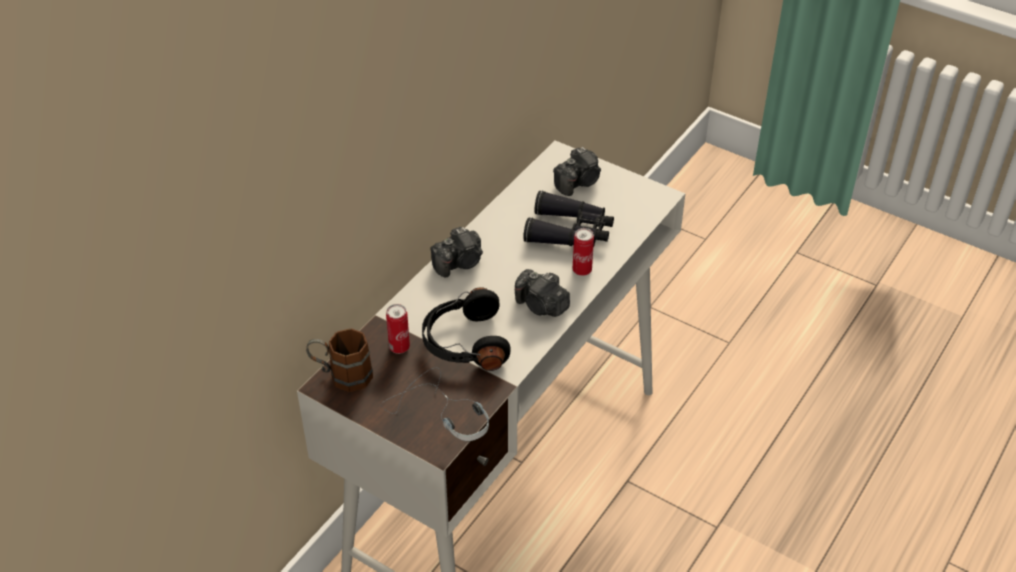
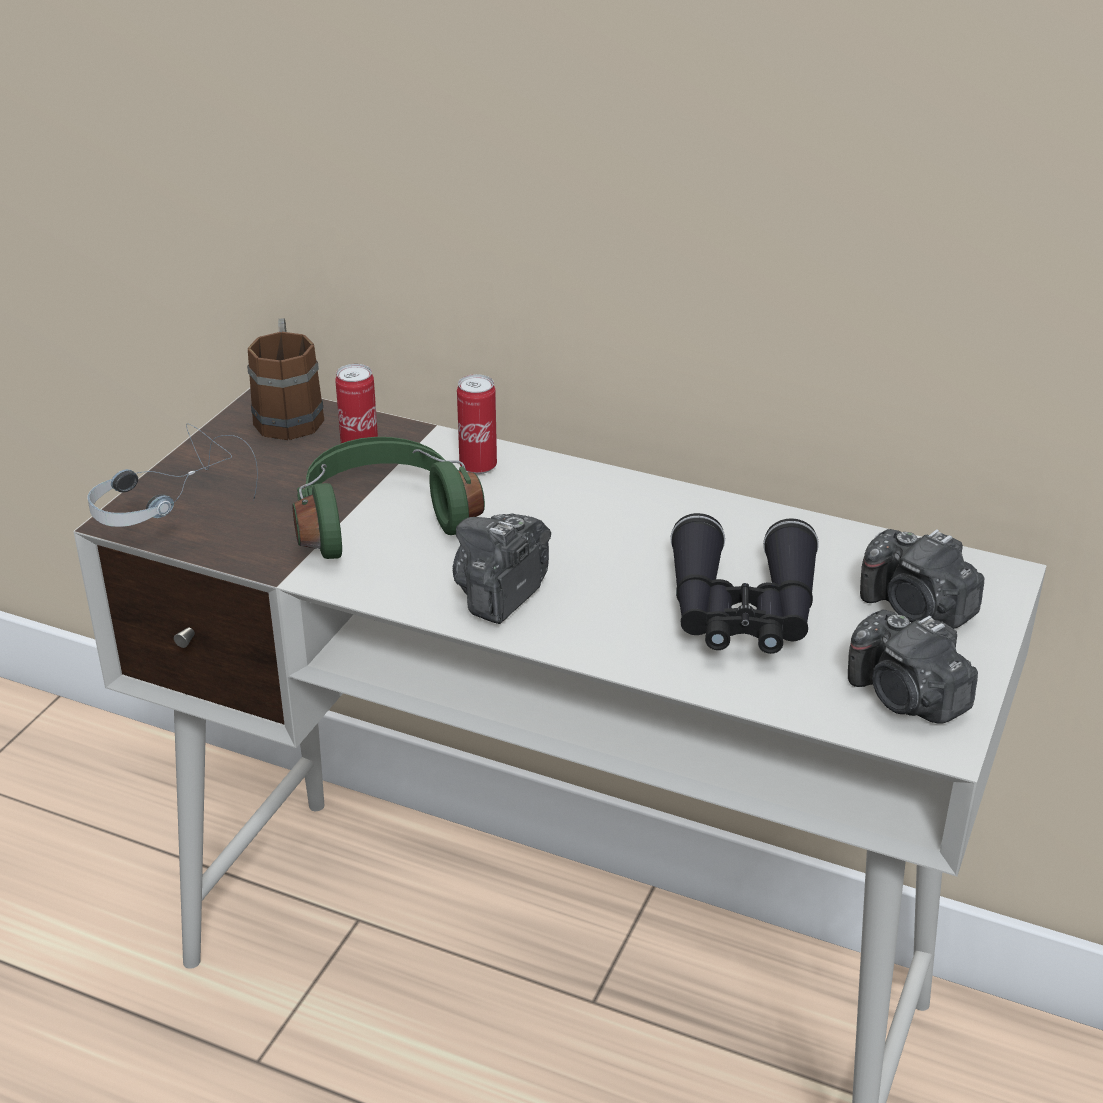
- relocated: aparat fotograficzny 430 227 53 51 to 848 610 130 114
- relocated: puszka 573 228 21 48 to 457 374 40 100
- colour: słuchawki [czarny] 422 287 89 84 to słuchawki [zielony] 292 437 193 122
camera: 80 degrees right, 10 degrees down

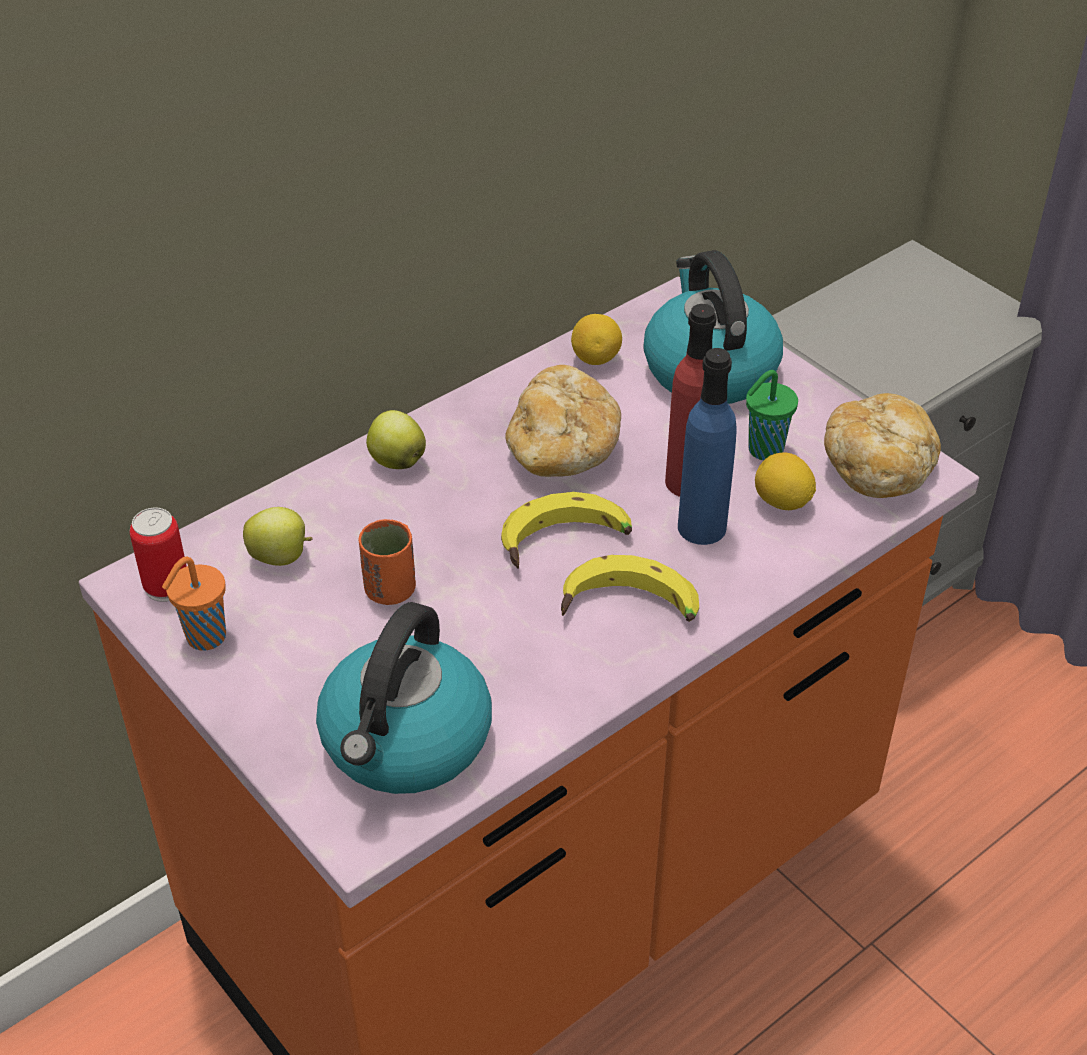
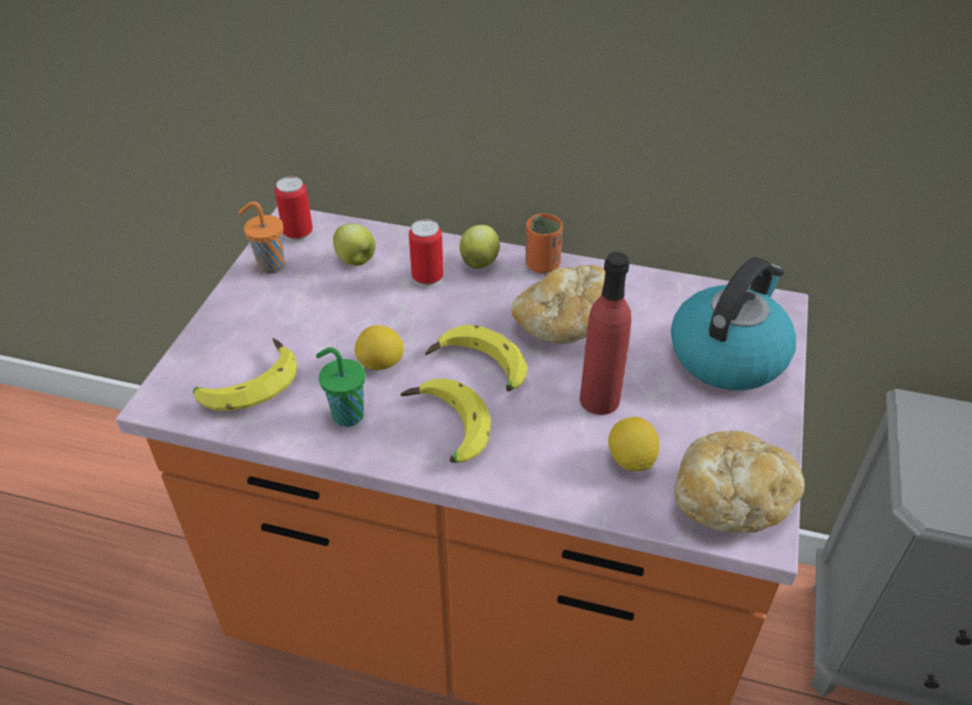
- relocated: cytryna 571 314 51 51 to 355 325 49 45
- missing: butelka [niebieski] 678 348 59 197
- relocated: filiżanka [zielony] 746 370 52 90 to 316 347 49 80
- relocated: filiżanka [pomarańczowy] 359 519 57 86 to 526 214 37 59
- exchanged: czajnik 316 602 176 192 to banan 193 338 104 72
- appeared: puszka 409 219 35 69
camera: 55 degrees right, 0 degrees up

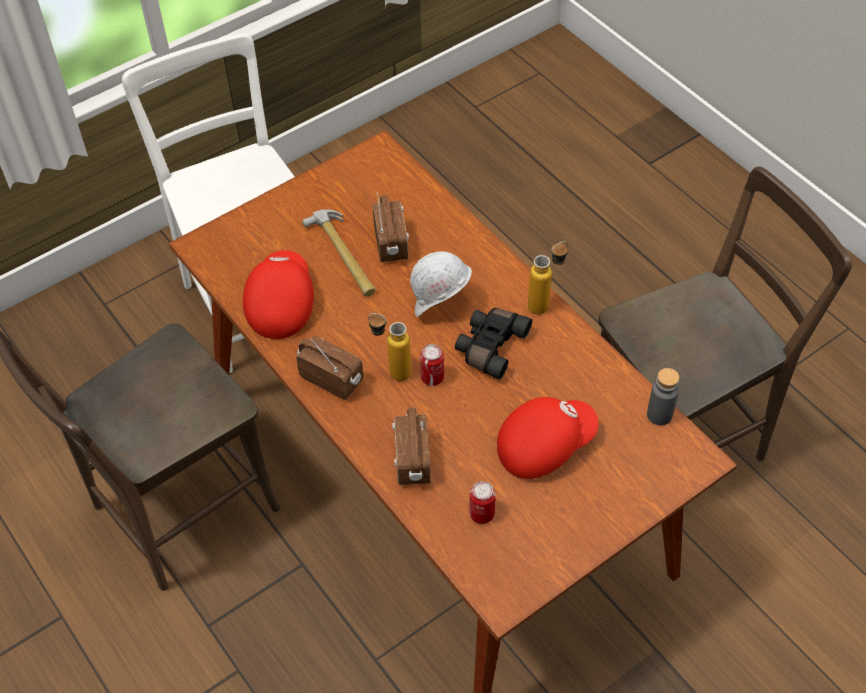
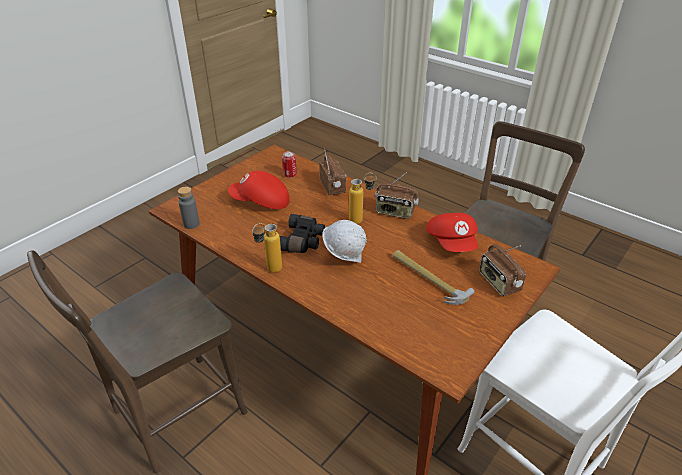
- relocated: radio 372 192 37 70 to 479 244 47 52
- missing: puszka 420 344 24 42
- spun: czapka z daszkiem [czerwony] 497 397 101 82 = 228 170 61 39 45 degrees clockwise
camera: 165 degrees right, 15 degrees down

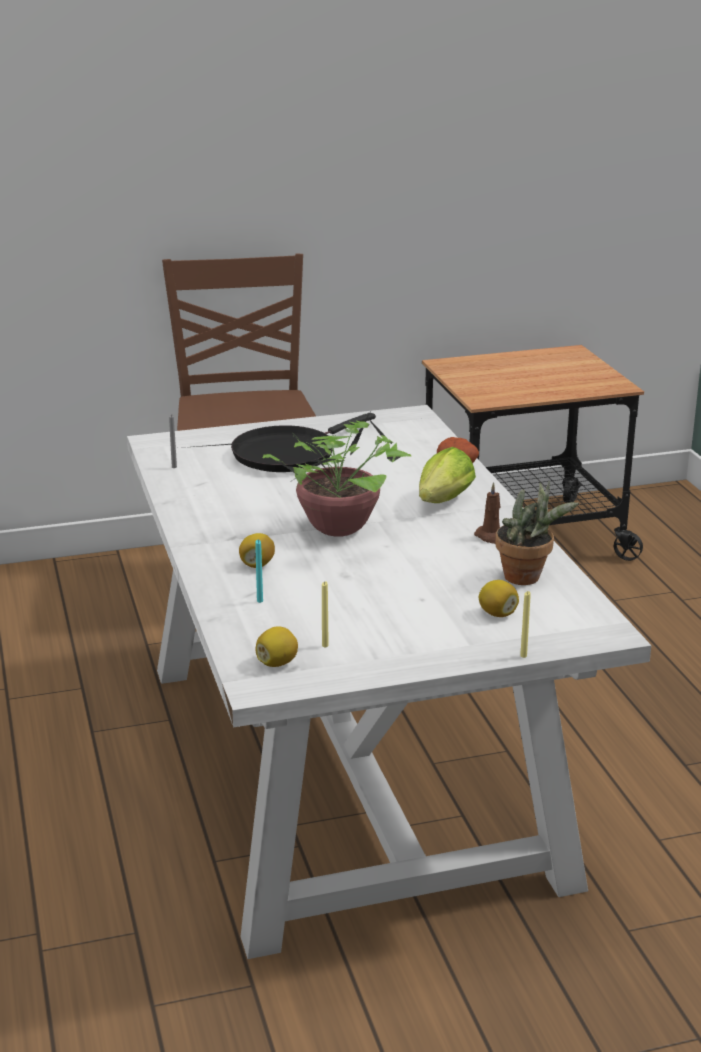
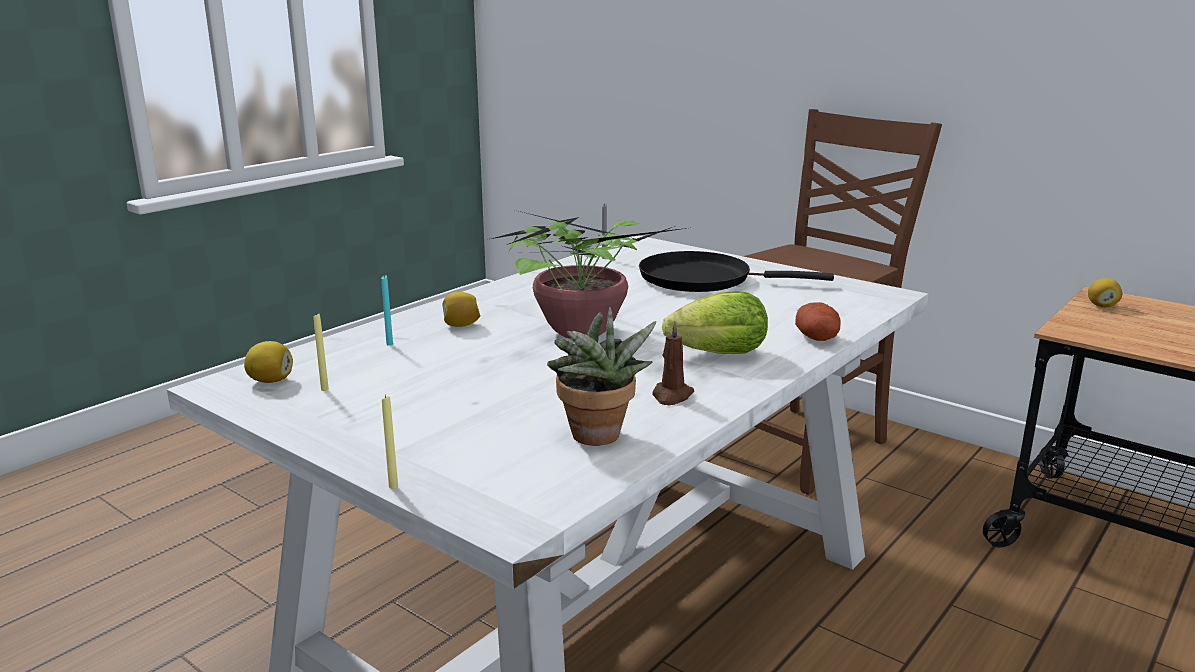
- relocated: cytryna 479 580 40 37 to 1088 278 34 30
camera: 55 degrees right, 5 degrees down

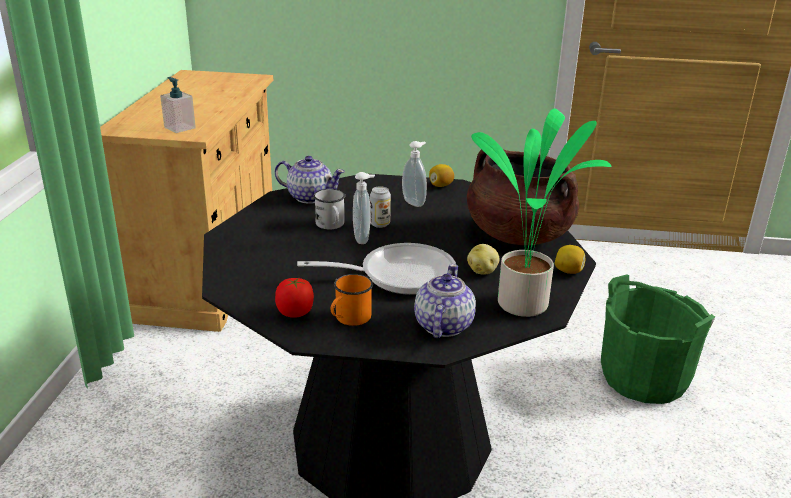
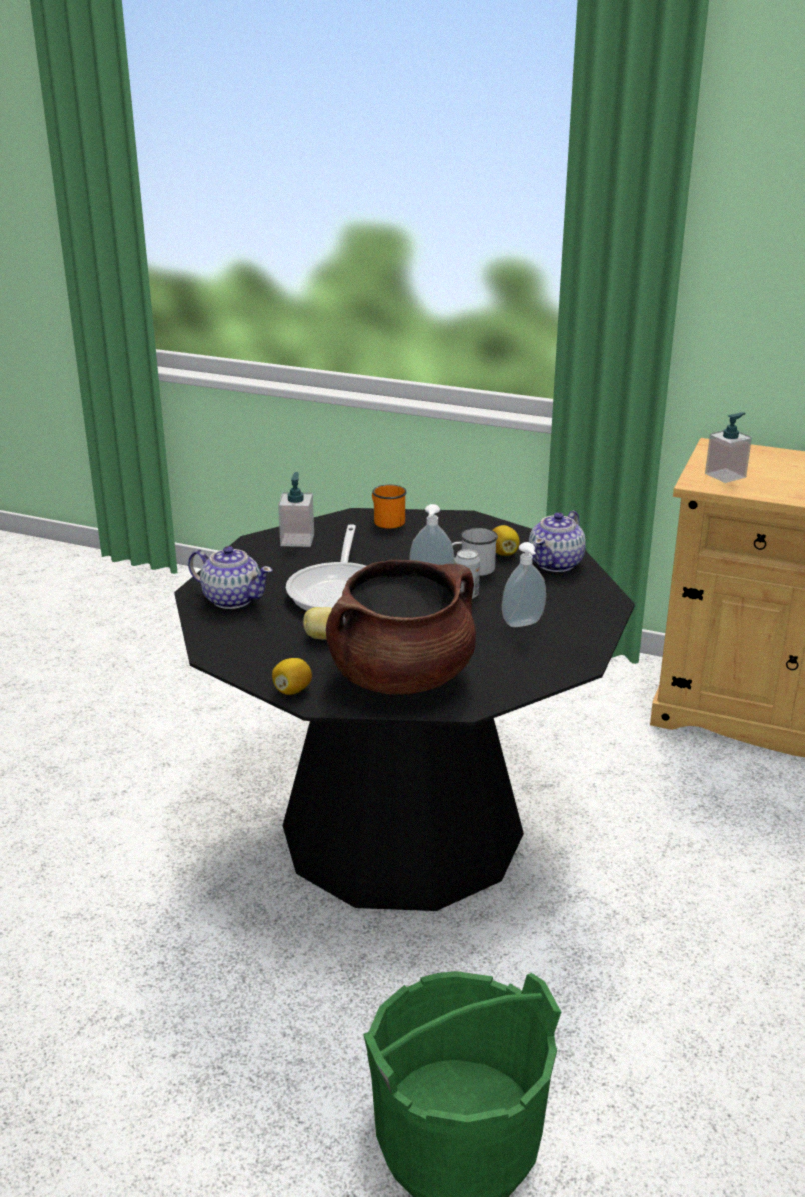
- missing: roślina doniczkowa 471 108 141 209
- relocated: cytryna 429 164 25 23 to 493 525 27 31
- relocated: kubek [pomarańczowy] 330 274 43 52 to 372 484 35 45
- exchanged: pomidor 275 278 39 40 to dozownik mydła 278 472 36 75
camera: 105 degrees right, 0 degrees up

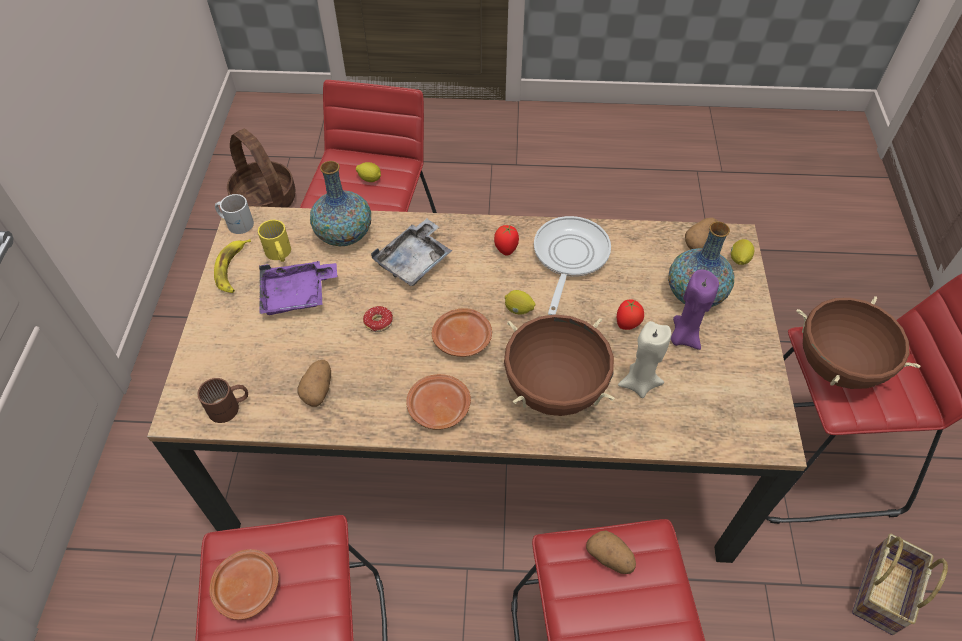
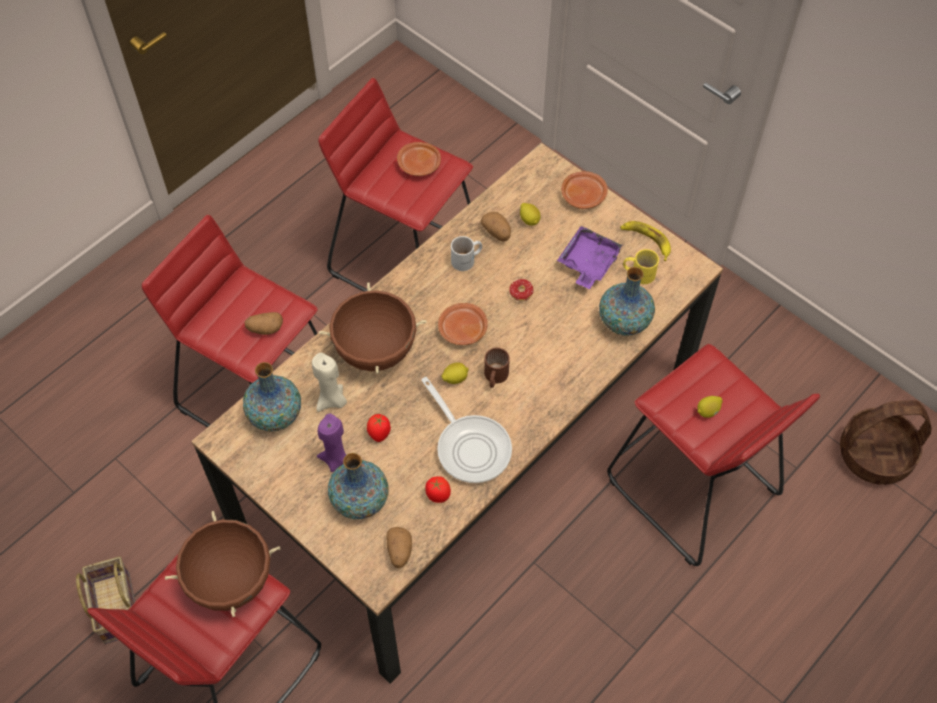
- relocated: kubek [biały] 215 194 39 40 to 451 236 31 35
- missing: taca [szary] 371 219 81 67
- relocated: pomidor 494 225 25 31 to 425 476 26 27
- relocated: cytryna 731 239 23 26 to 520 203 21 23
- relocated: talerz [brązowy] 406 374 65 56 to 561 171 47 38
- relocated: kubek [brązowy] 197 378 51 45 to 484 348 26 40
- appeared: wazon 243 362 58 69
camera: 130 degrees right, 5 degrees up

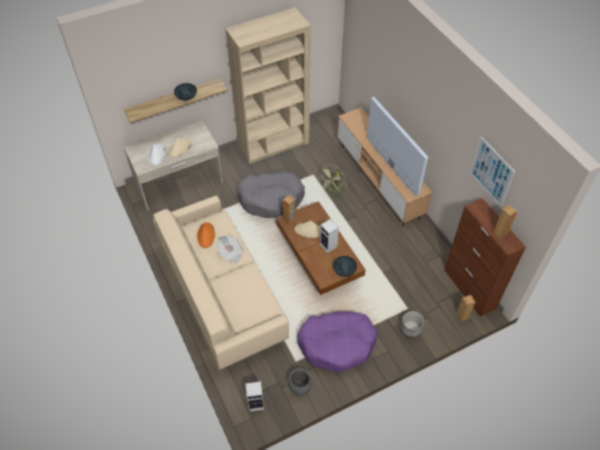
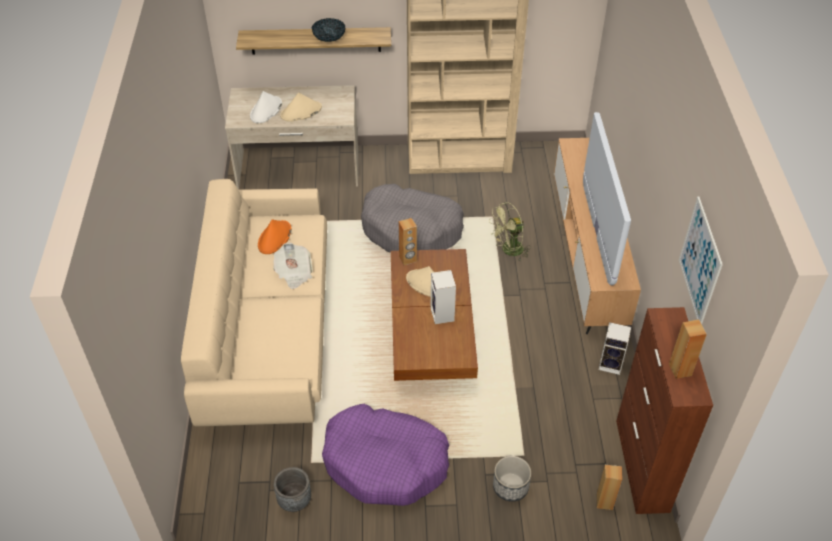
- missing: miska 333 256 24 21
- relocated: głośnik 245 381 19 31 to 599 322 32 53
camera: 25 degrees right, 5 degrees down

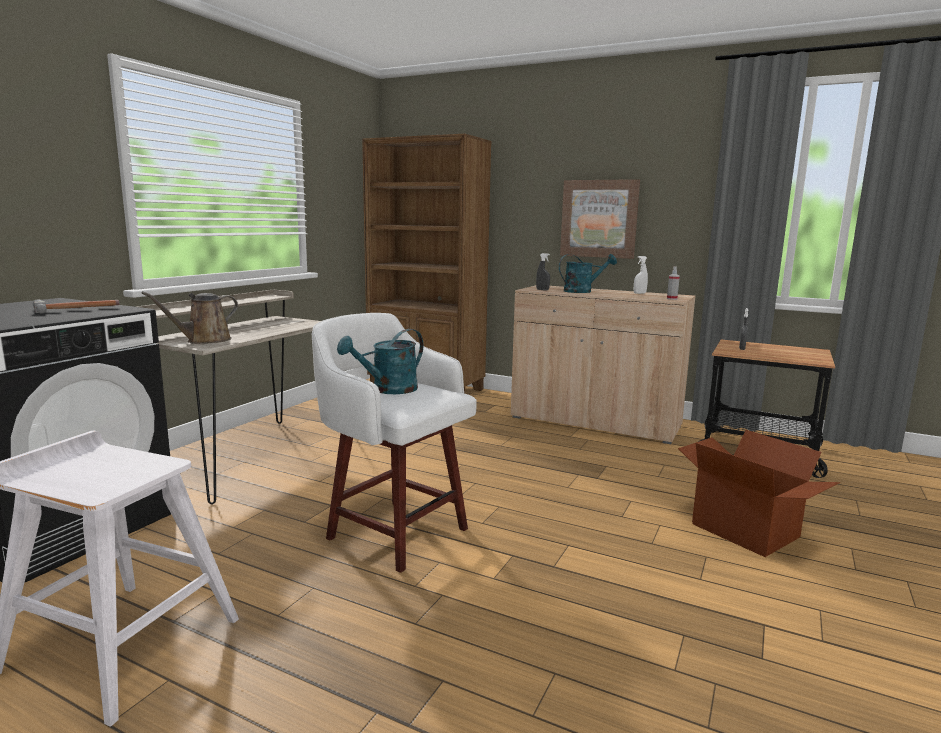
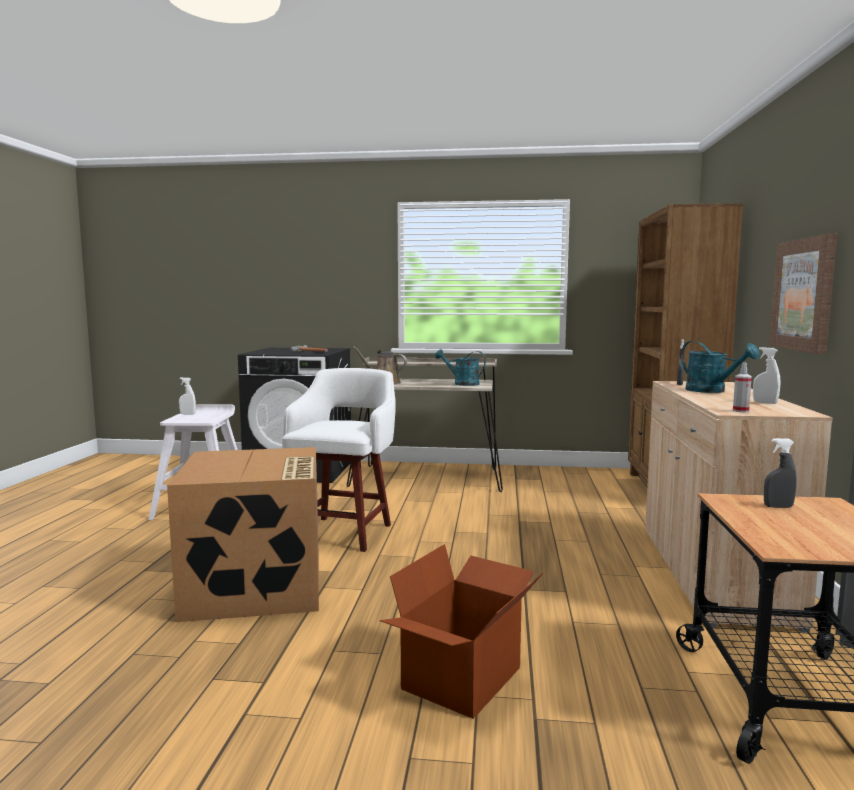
- relocated: konewka [turkusowy] 337 329 86 65 to 435 349 51 37
- appeared: spryskiwacz [biały] 179 377 17 37
- appeared: karton 167 447 152 175
camera: 70 degrees right, 5 degrees down

